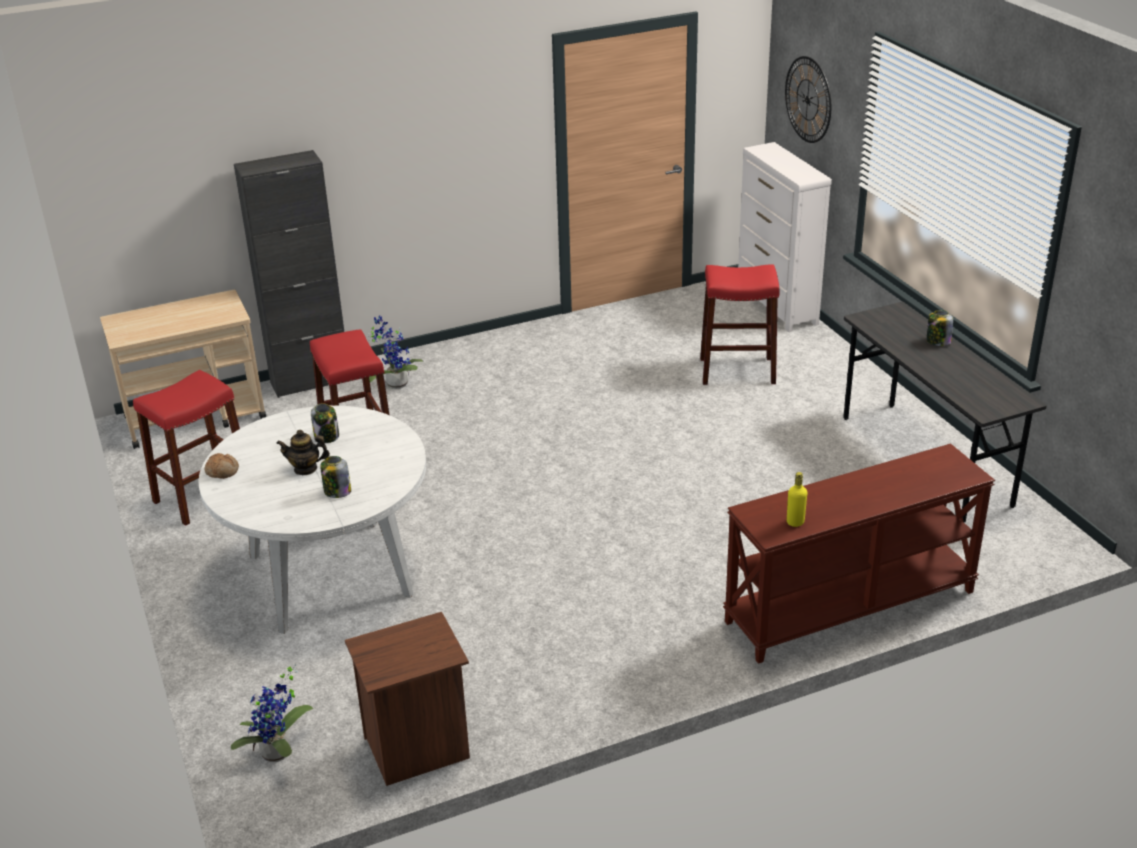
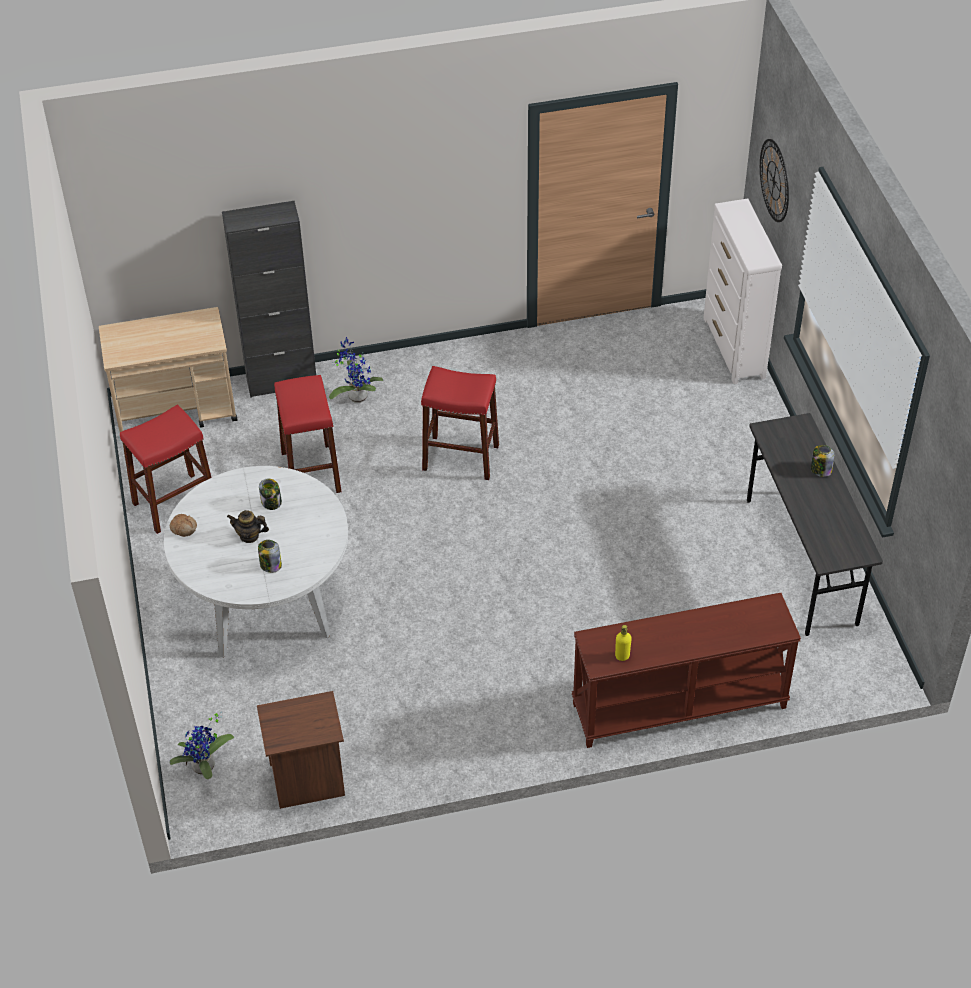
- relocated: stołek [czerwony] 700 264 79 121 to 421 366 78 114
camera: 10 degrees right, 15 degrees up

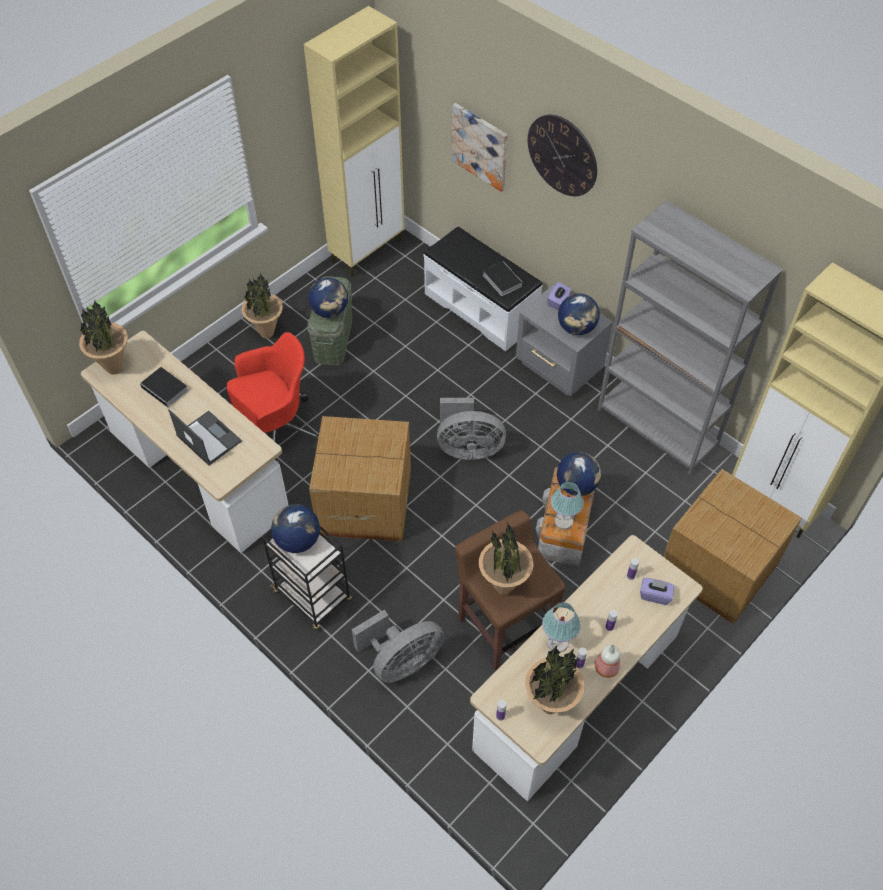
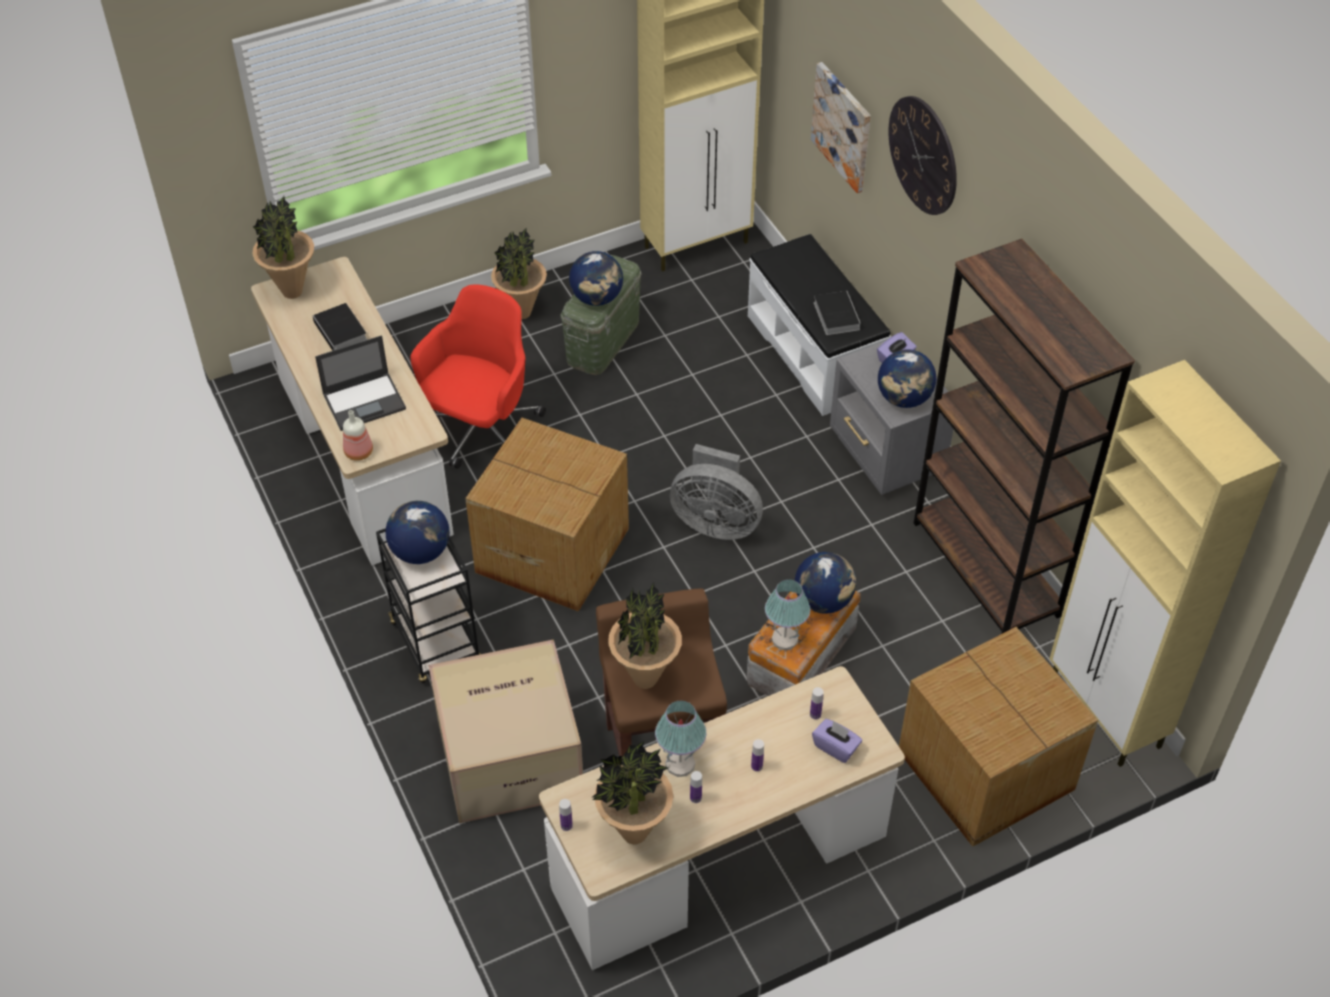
- colour: regał [szary] 598 201 185 274 to regał [brązowy] 913 239 222 395
- spun: krzesło biurowe [czerwony] 227 332 92 134 = 411 284 135 185 60 degrees counterclockwise
- spun: laptop 168 409 74 57 = 315 335 91 96 90 degrees clockwise
- exchanged: wentylator [szary] 352 610 93 73 to karton 428 639 155 184
- relocated: butelka 595 644 25 34 to 343 410 30 51
camera: 20 degrees right, 5 degrees down

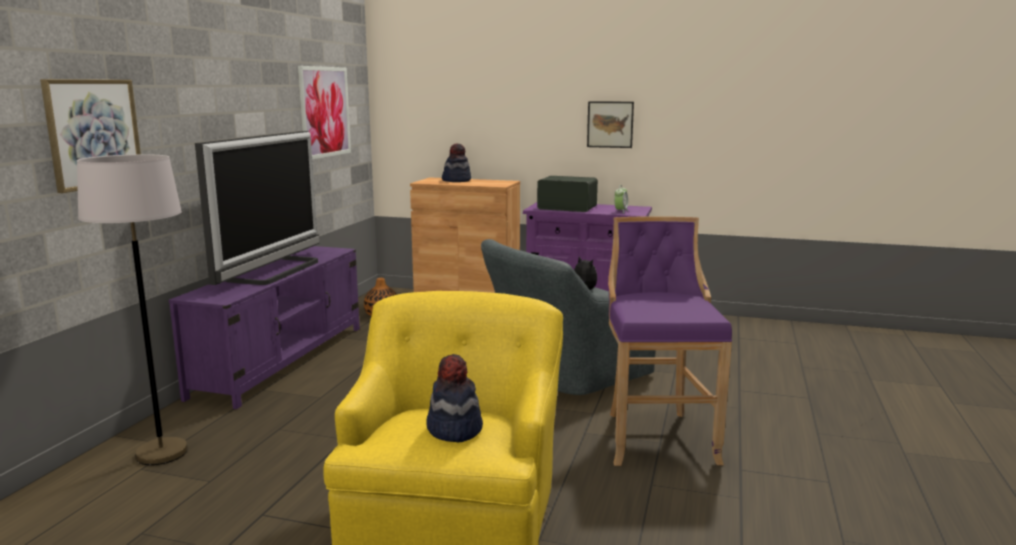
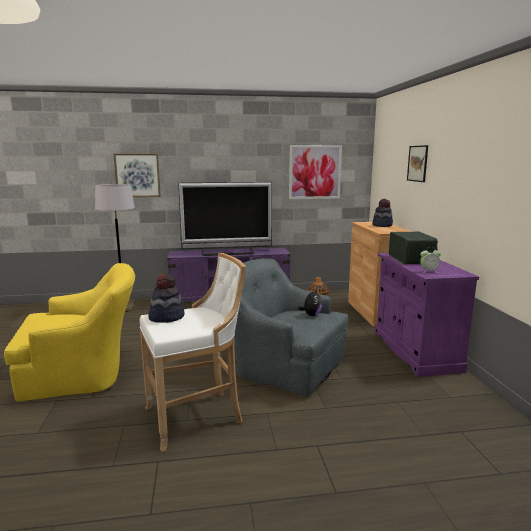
- relocated: obraz 587 101 47 47 to 407 145 21 37
- colour: stołek [fioletowy] 608 217 124 249 to stołek [biały] 140 253 106 199
- relocated: kapelusz 426 354 57 89 to 148 273 37 50
camera: 65 degrees right, 0 degrees up

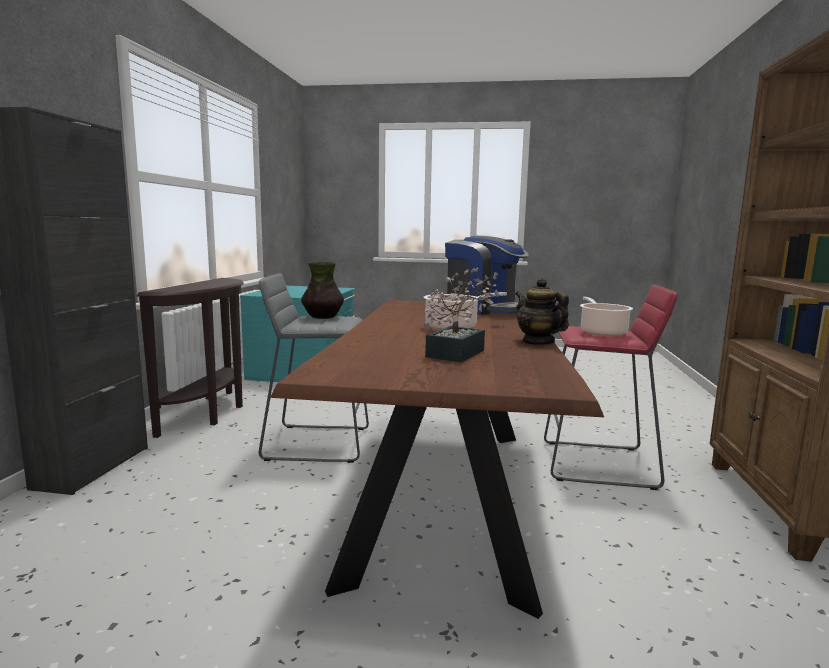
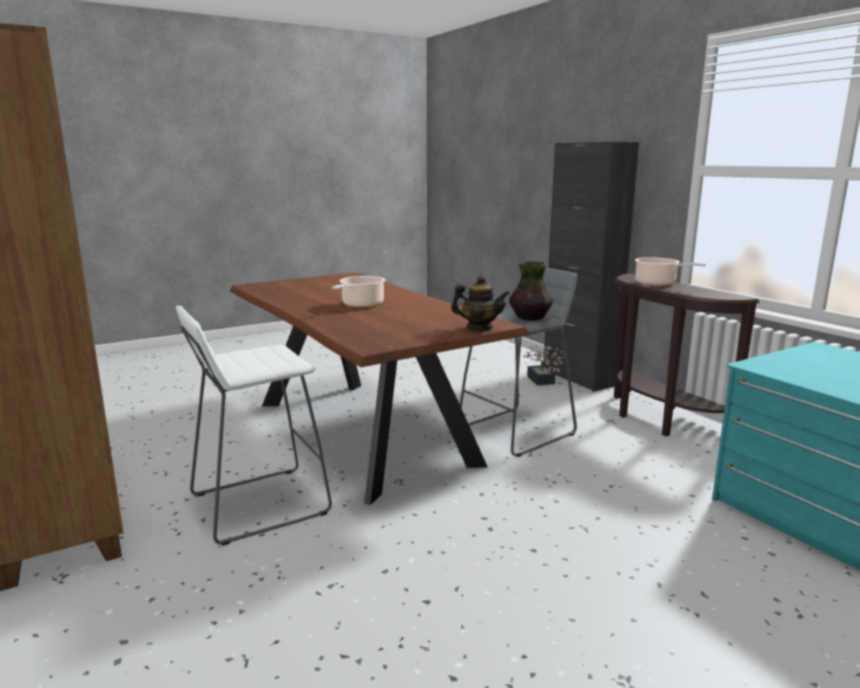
- missing: ekspres do kawy 445 236 84 79
- relocated: roślina doniczkowa 424 267 76 96 to 523 345 42 40
- relocated: imbryk 515 278 54 67 to 451 275 59 55
- colour: stołek [czerwony] 544 285 133 205 to stołek [biały] 176 306 156 240
- relocated: garnek 580 297 53 39 to 635 257 71 29
camera: 140 degrees right, 5 degrees up

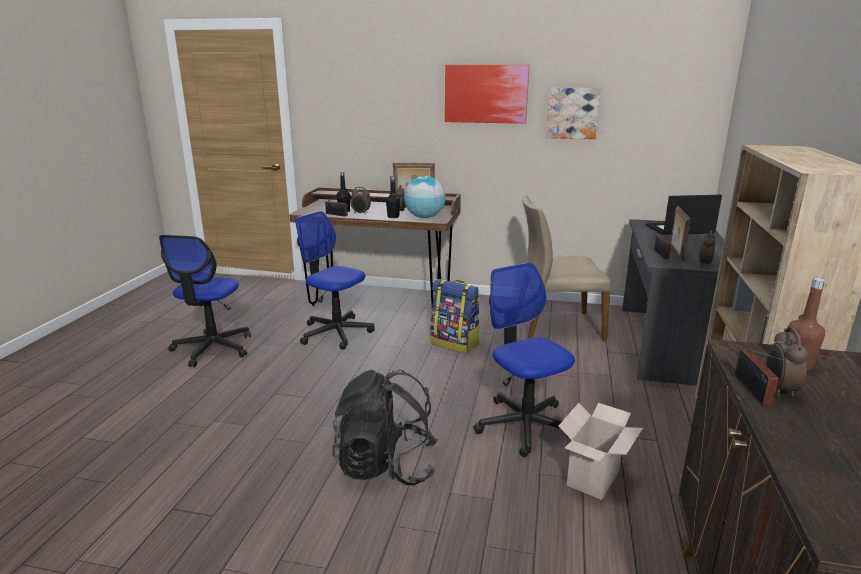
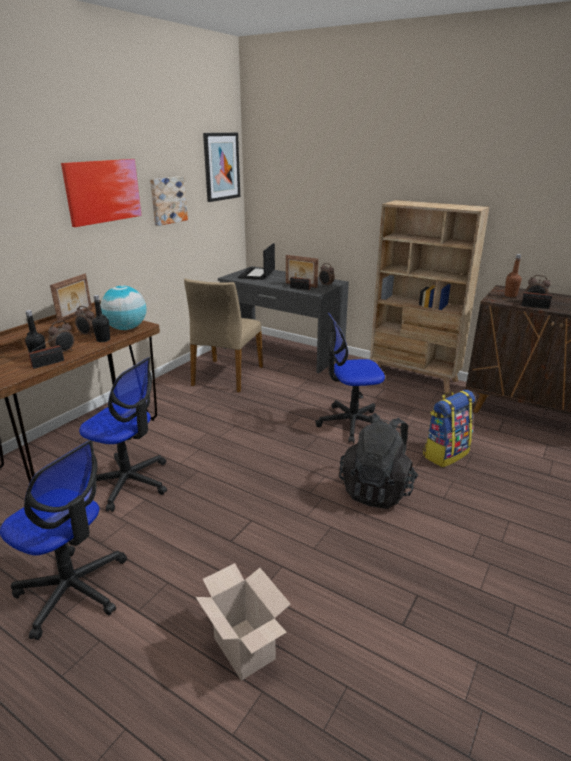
- spun: krzesło biurowe 295 211 80 139 = 79 357 88 155 120 degrees counterclockwise
- relocated: plecak 430 279 50 75 to 423 389 52 78
- relocated: karton 559 403 84 97 to 195 563 96 118
- appeared: obraz 203 133 37 69
camera: 70 degrees left, 5 degrees up

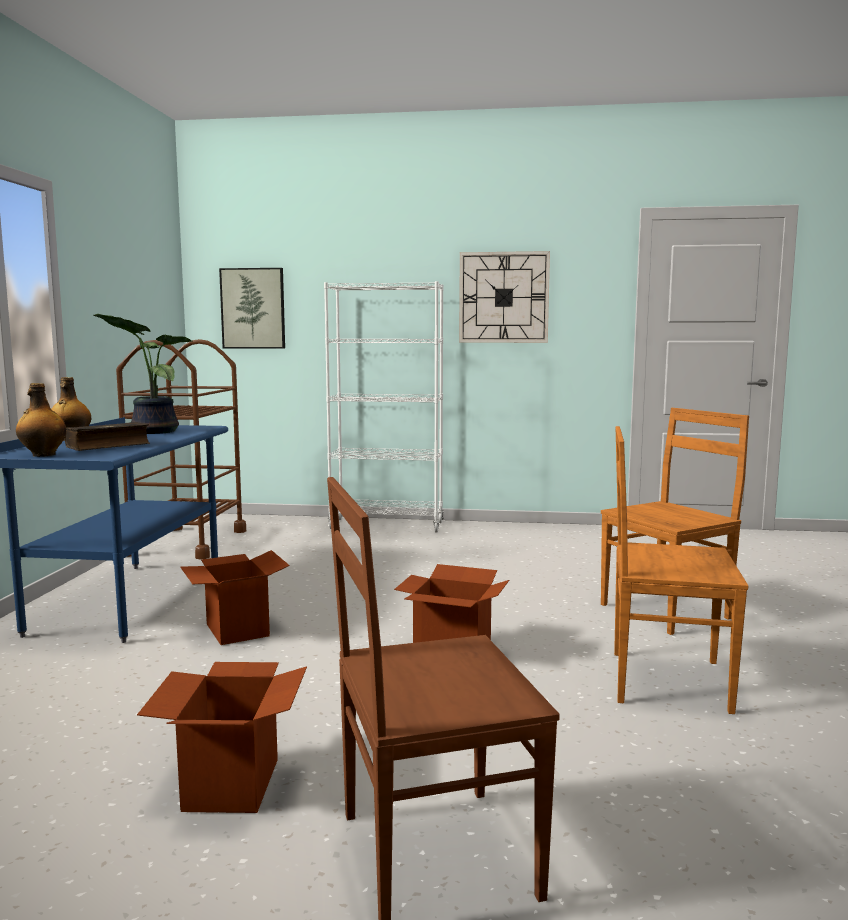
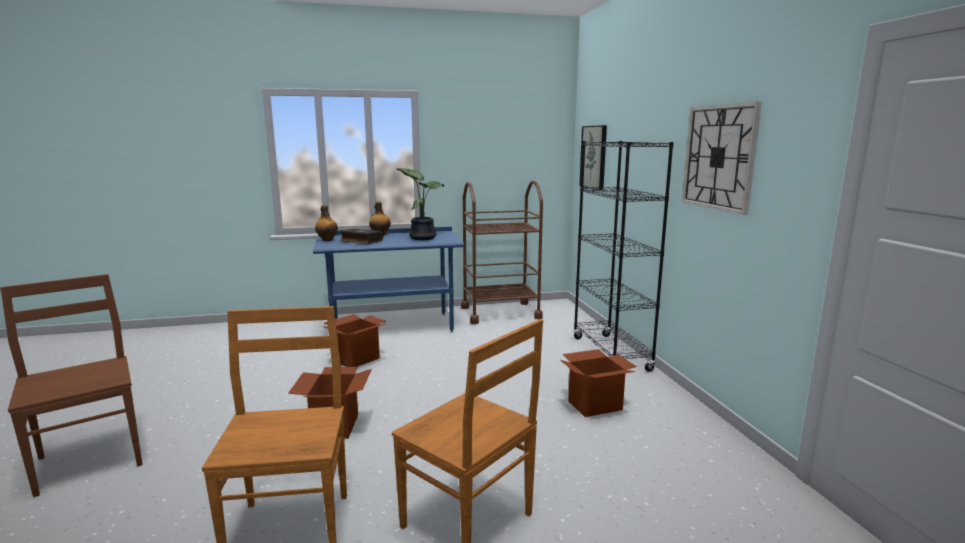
- colour: regał [biały] 324 281 120 251 to regał [czarny] 573 141 101 231
- relocated: karton 137 662 170 151 to 560 349 77 68
camera: 70 degrees right, 5 degrees up

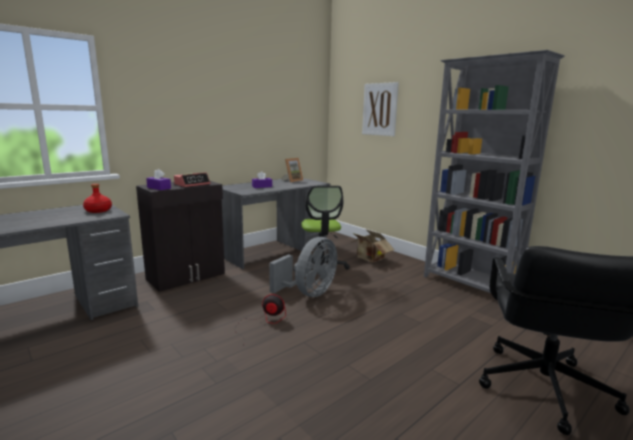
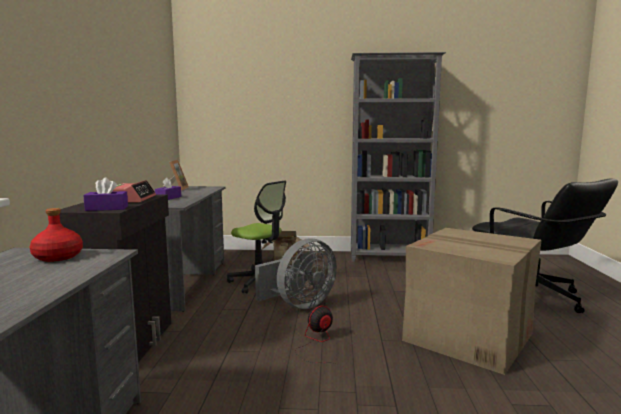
- missing: obraz 362 82 37 54
- spun: wentylator [szary] 269 237 68 60 = 255 238 82 71 60 degrees clockwise
- appeared: karton 402 228 140 147
camera: 45 degrees left, 5 degrees down

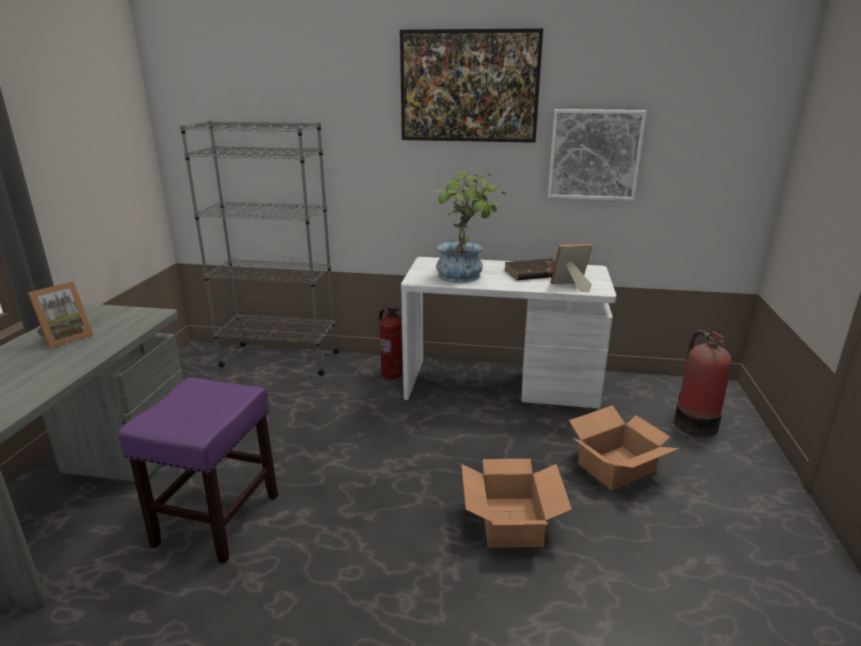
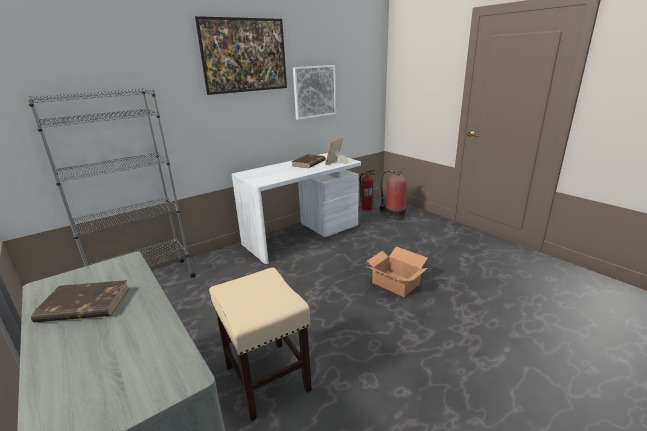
- missing: roślina doniczkowa 433 172 73 111
- exchanged: ramka na zdjęcie 28 281 66 67 to książka [brązowy] 31 280 98 42
- relocated: gaśnica 379 307 23 73 to 359 169 16 42
- colour: stołek [fioletowy] 118 377 160 187 to stołek [beżowy] 209 267 103 154
- missing: karton 569 405 110 85
camera: 45 degrees left, 0 degrees up

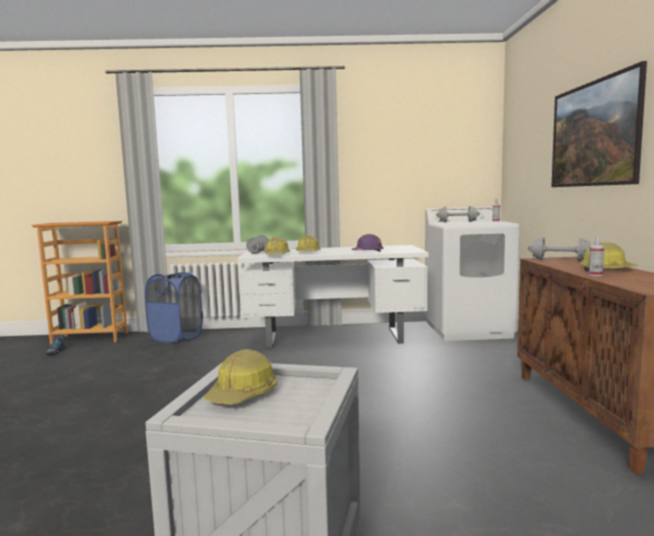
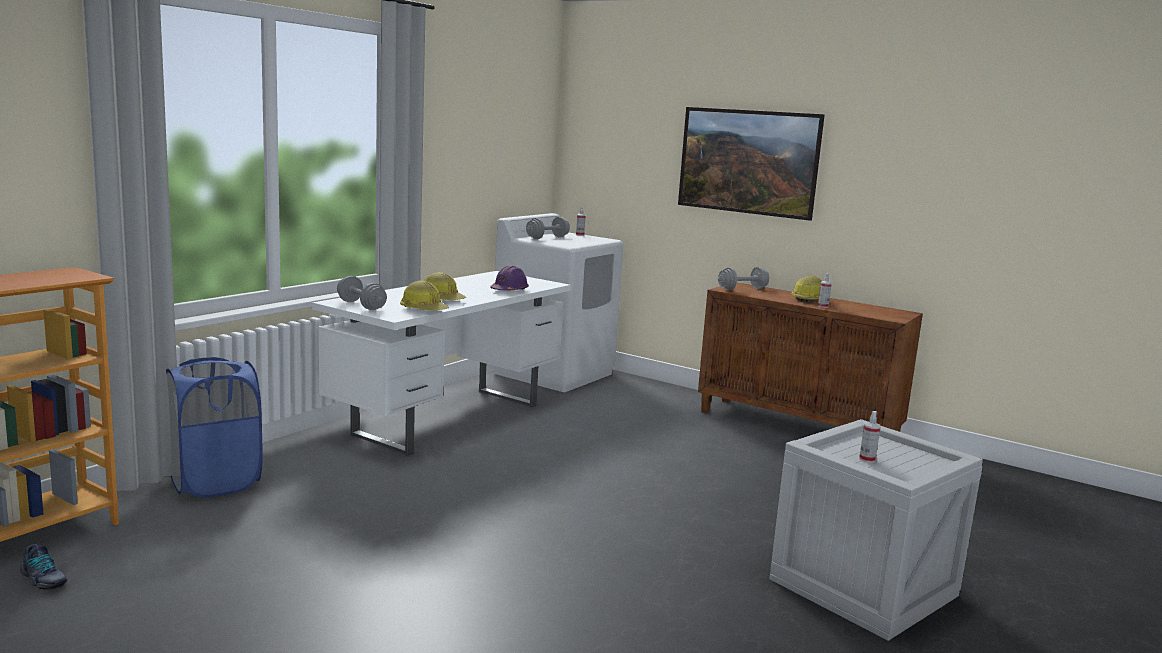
- exchanged: kask 204 349 73 56 to spryskiwacz 859 411 22 52
camera: 55 degrees left, 5 degrees up

